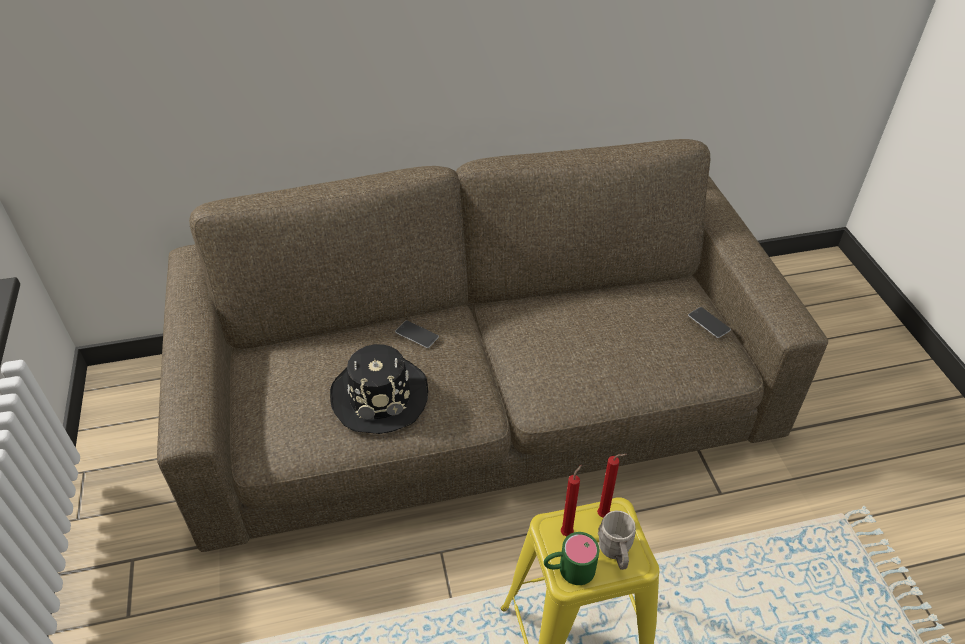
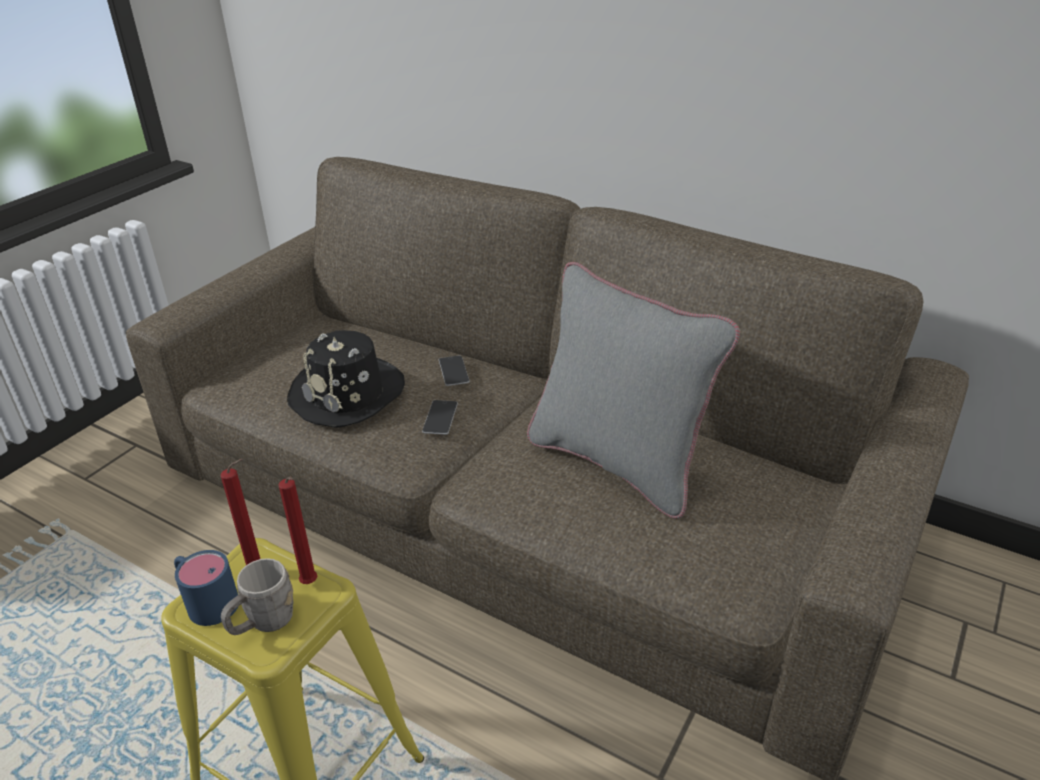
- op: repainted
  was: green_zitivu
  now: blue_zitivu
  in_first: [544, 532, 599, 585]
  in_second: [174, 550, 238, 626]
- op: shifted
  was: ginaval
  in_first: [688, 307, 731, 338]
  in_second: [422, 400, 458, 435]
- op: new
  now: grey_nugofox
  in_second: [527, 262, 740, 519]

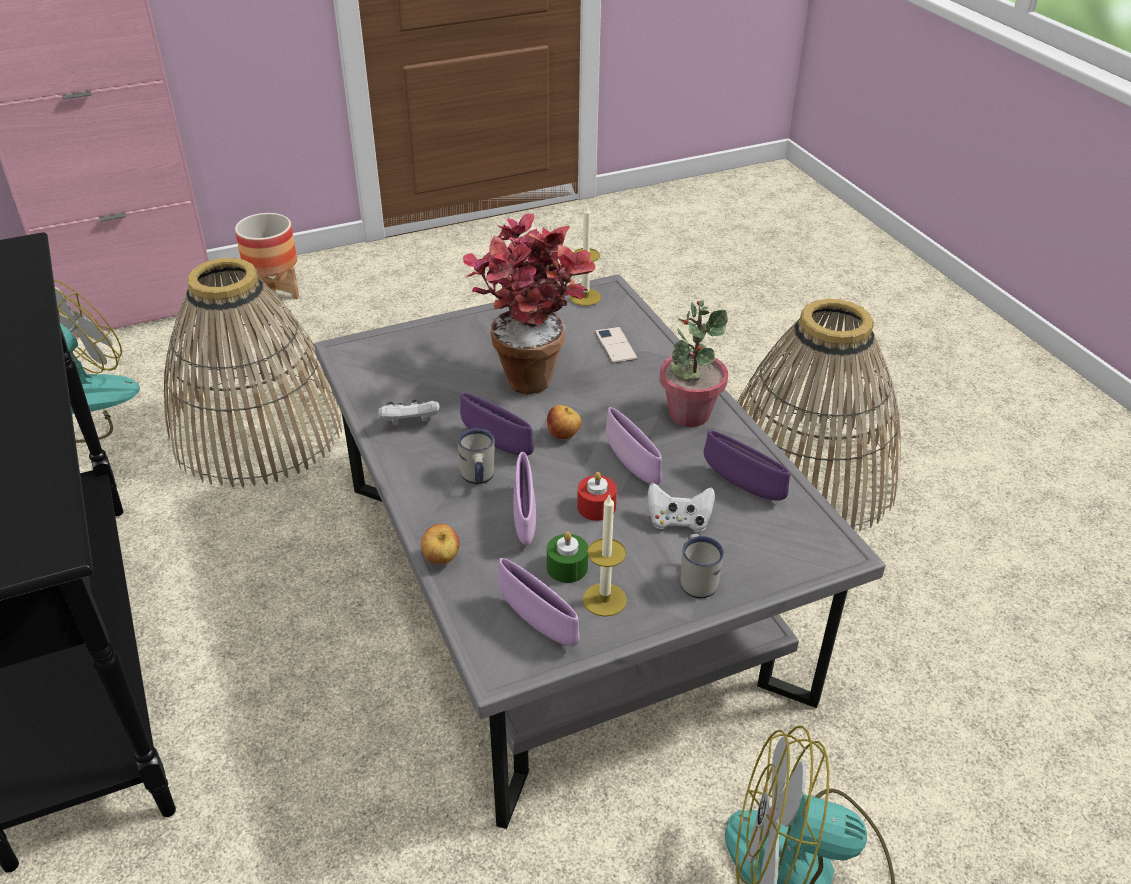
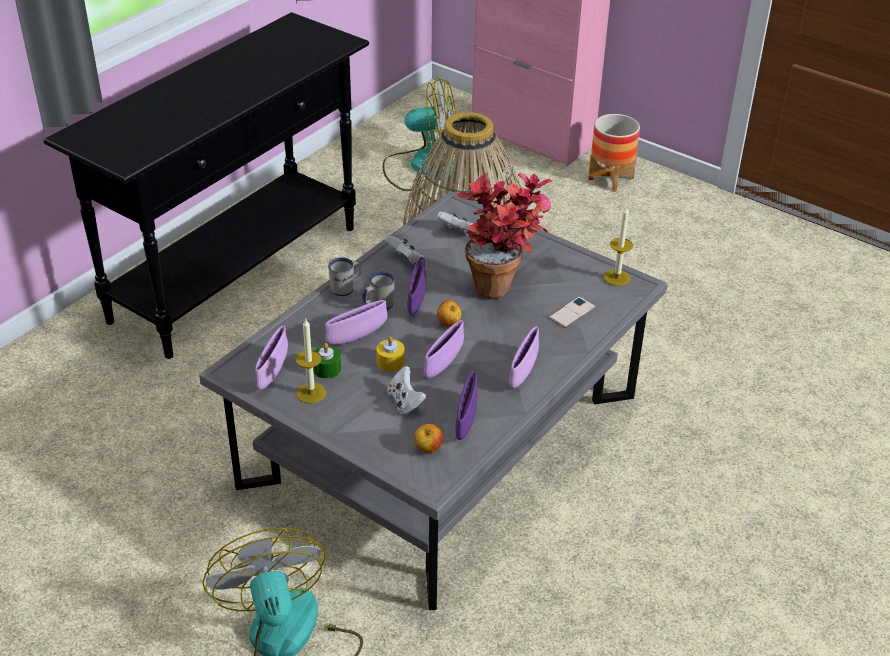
- op: shifted
  was: white_zitivu
  in_first: [681, 533, 724, 598]
  in_second: [328, 257, 361, 296]
- op: repainted
  was: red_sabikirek
  now: yellow_sabikirek
  in_first: [577, 472, 617, 521]
  in_second: [376, 336, 405, 372]
- op: shifted
  was: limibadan
  in_first: [421, 524, 460, 564]
  in_second: [414, 424, 443, 453]
- op: new
  now: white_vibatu
  in_second: [436, 211, 474, 236]
- op: swapped
  was: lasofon
  now: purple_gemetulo
  in_first: [659, 300, 728, 427]
  in_second: [509, 326, 539, 388]
- op: gone
  was: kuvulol
  in_first: [737, 298, 900, 532]

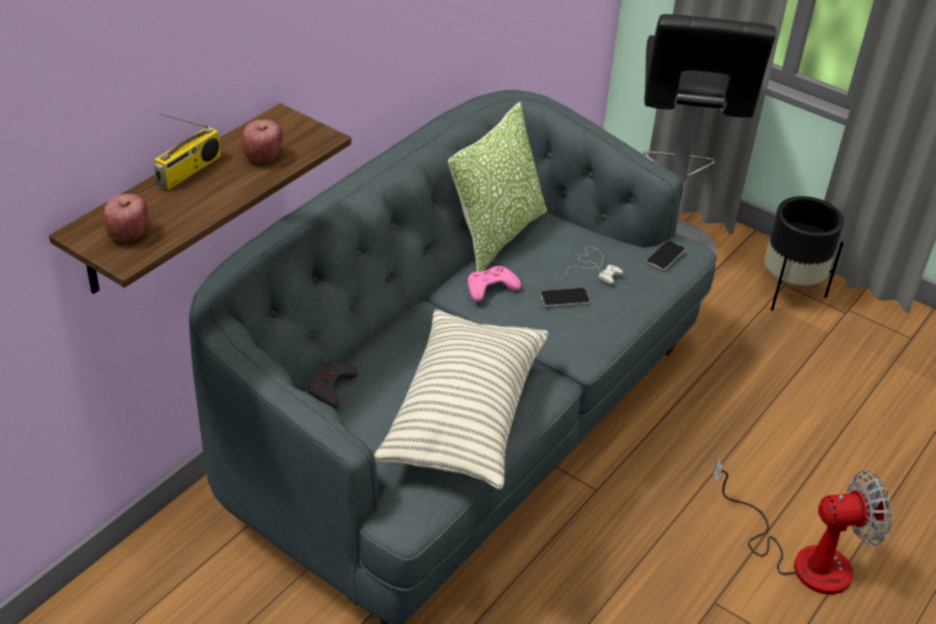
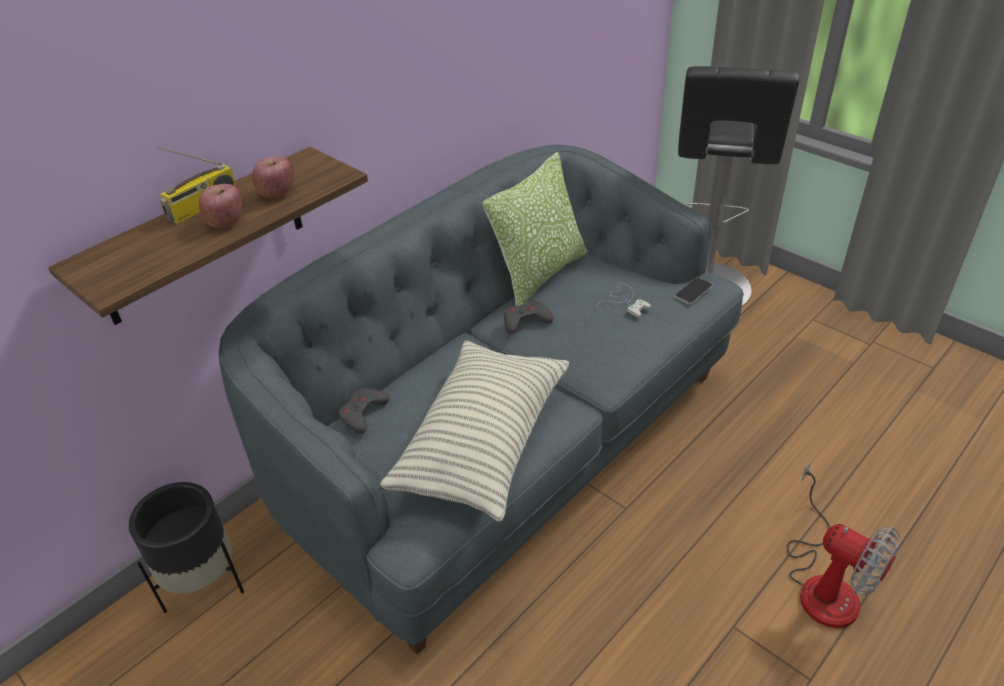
- op: shifted
  was: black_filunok
  in_first: [764, 196, 844, 311]
  in_second: [129, 482, 244, 613]
- op: shifted
  was: limibadan
  in_first: [102, 194, 148, 242]
  in_second: [199, 184, 243, 228]
- op: repainted
  was: pink_vibatu
  now: grey_vibatu
  in_first: [468, 266, 521, 302]
  in_second: [504, 301, 554, 333]
- op: rotated
  was: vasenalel
  in_first: [714, 458, 892, 595]
  in_second: [787, 460, 901, 628]
  clockwise: 45
- op: gone
  was: ginaval
  in_first: [540, 288, 590, 306]

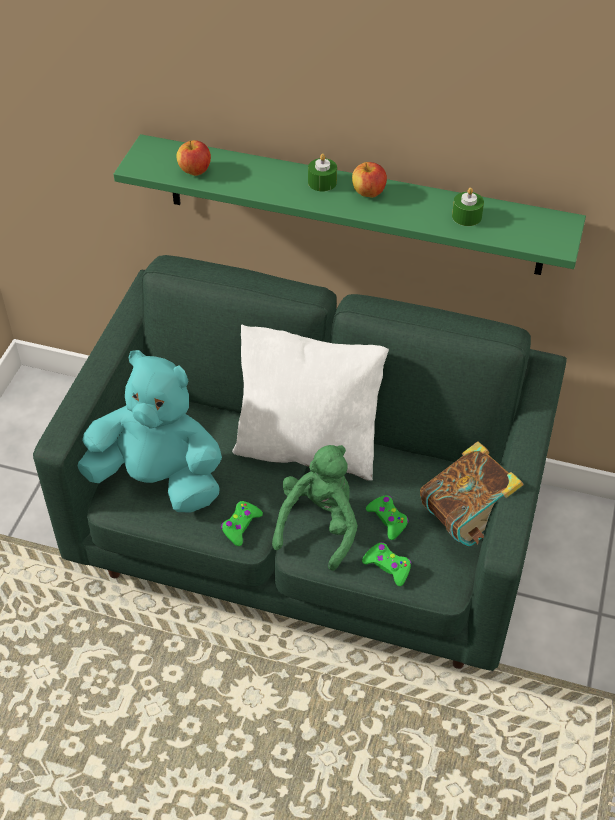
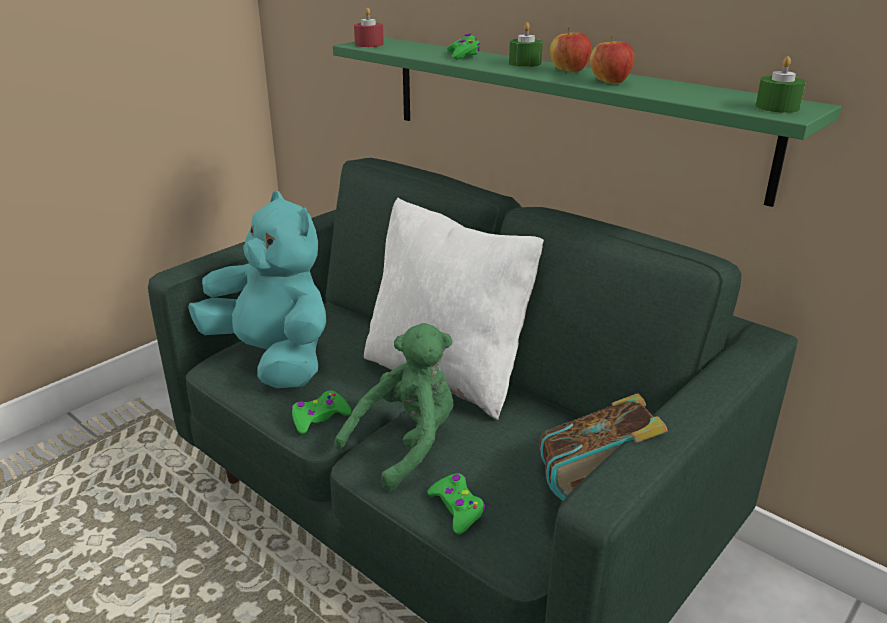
- op: new
  now: red_sabikirek
  in_second: [354, 8, 384, 47]
- op: shifted
  was: green_vibatu
  in_first: [366, 495, 409, 540]
  in_second: [447, 33, 480, 60]
- op: shifted
  was: limibadan
  in_first: [176, 140, 211, 176]
  in_second: [590, 36, 635, 84]
- op: shifted
  was: green_sabikirek
  in_first: [452, 188, 484, 226]
  in_second: [755, 56, 806, 113]

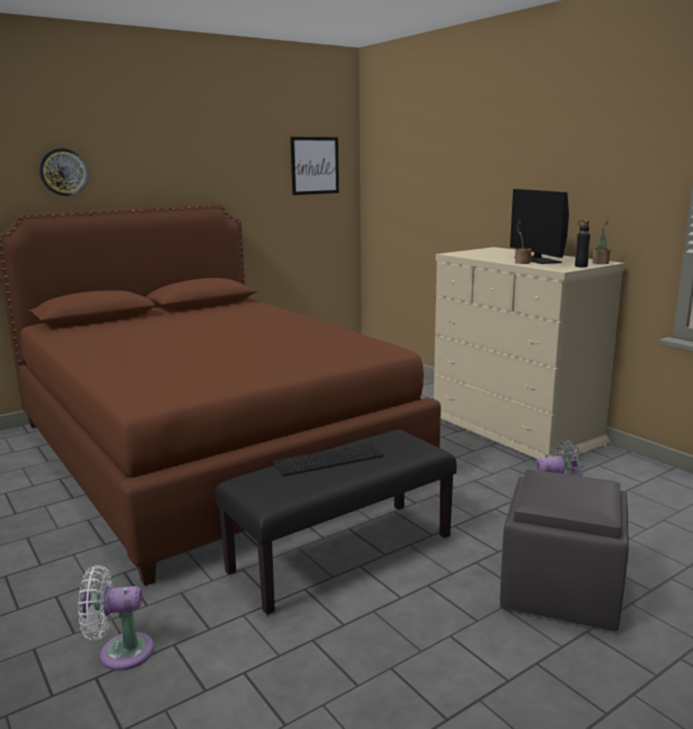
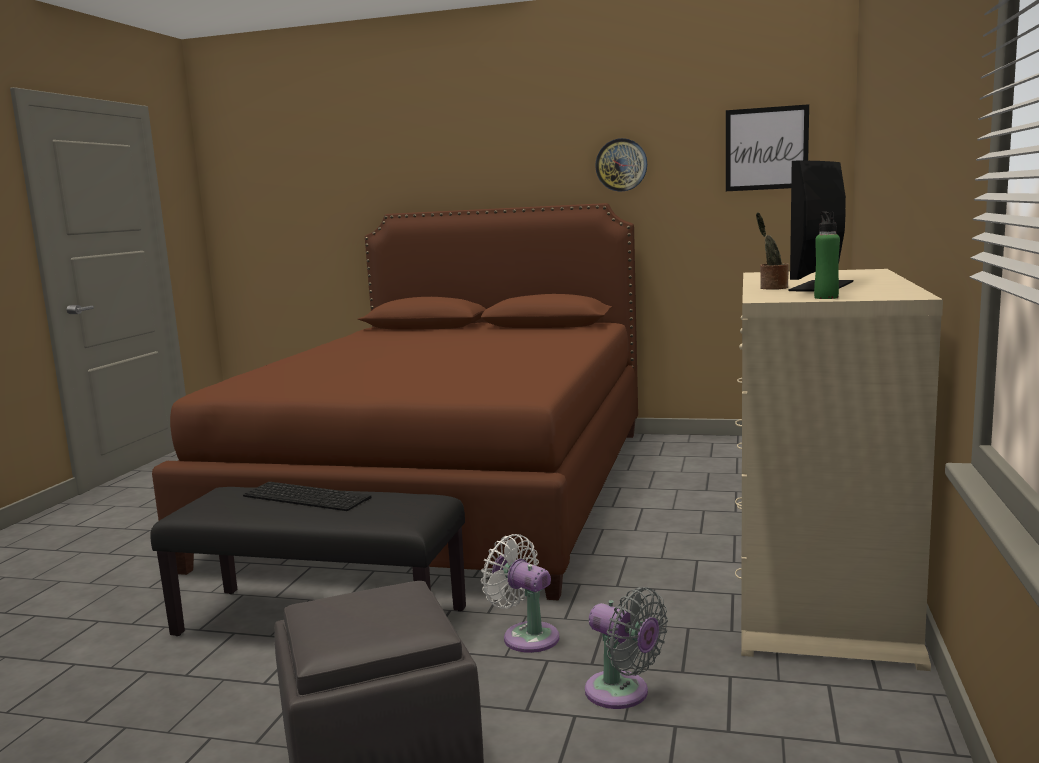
- op: shifted
  was: white_vasenalel
  in_first: [78, 565, 154, 671]
  in_second: [481, 534, 559, 653]
- op: shifted
  was: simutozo
  in_first: [39, 148, 88, 196]
  in_second: [595, 138, 647, 192]
- op: repainted
  was: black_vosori
  now: green_vosori
  in_first: [575, 220, 590, 267]
  in_second: [814, 211, 840, 299]
- op: gone
  was: lasofon
  in_first: [592, 219, 611, 264]

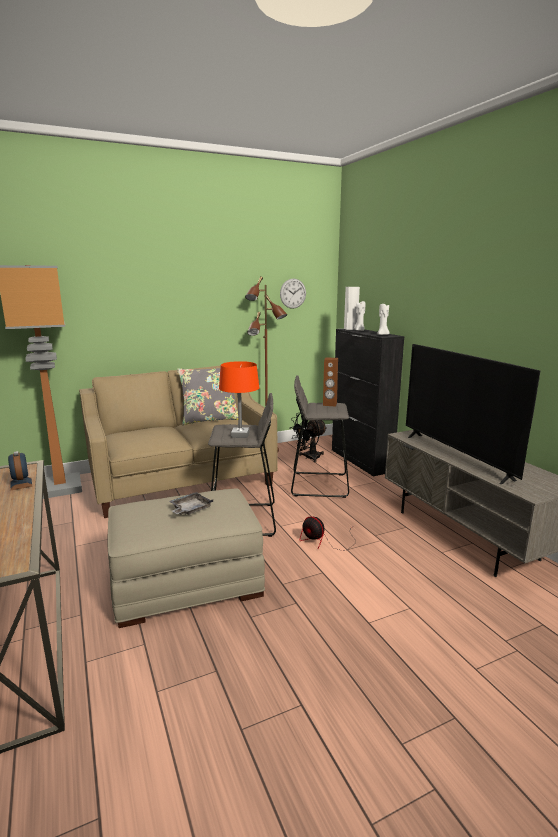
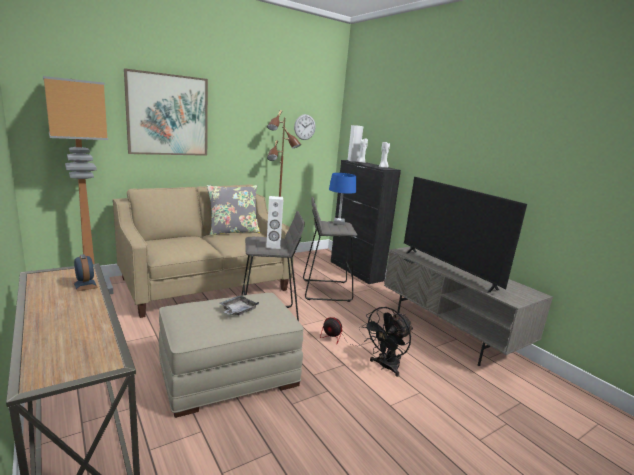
- op: new
  now: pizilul
  in_second: [124, 68, 208, 156]
- op: swapped
  was: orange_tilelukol
  now: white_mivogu
  in_first: [219, 361, 259, 438]
  in_second: [266, 196, 283, 249]
- op: swapped
  was: brown_mivogu
  now: blue_tilelukol
  in_first: [323, 357, 338, 406]
  in_second: [329, 173, 356, 225]
- op: shifted
  was: black_vasenalel
  in_first: [289, 413, 327, 463]
  in_second: [362, 307, 413, 377]

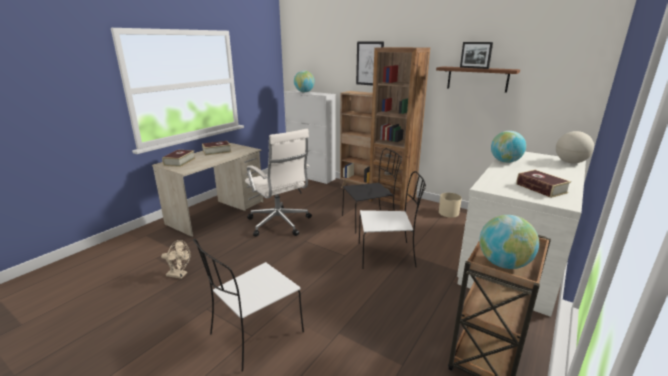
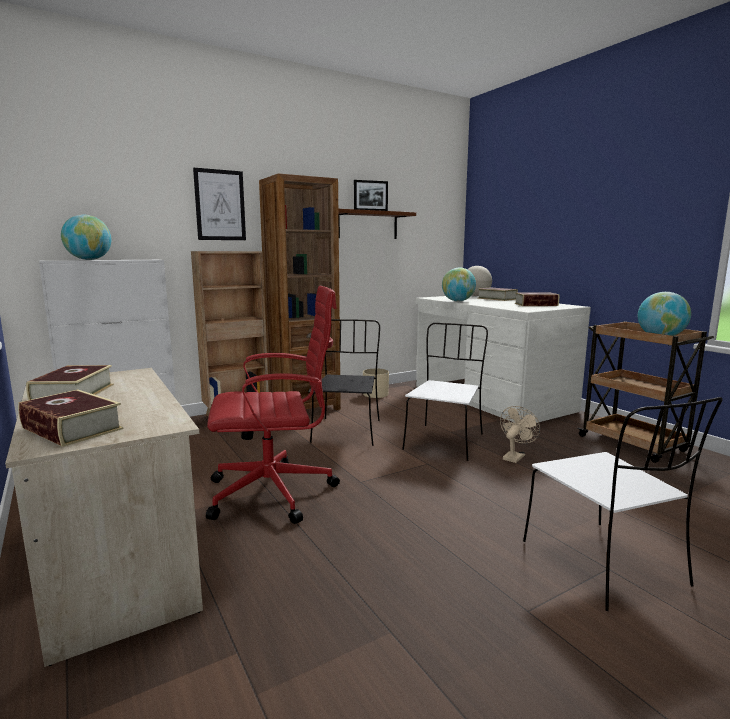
- op: repainted
  was: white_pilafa
  now: red_pilafa
  in_first: [245, 129, 312, 237]
  in_second: [206, 286, 340, 524]
- op: new
  now: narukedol
  in_second: [477, 287, 518, 301]
- op: shifted
  was: beige_vasenalel
  in_first: [161, 240, 190, 279]
  in_second: [500, 406, 540, 463]

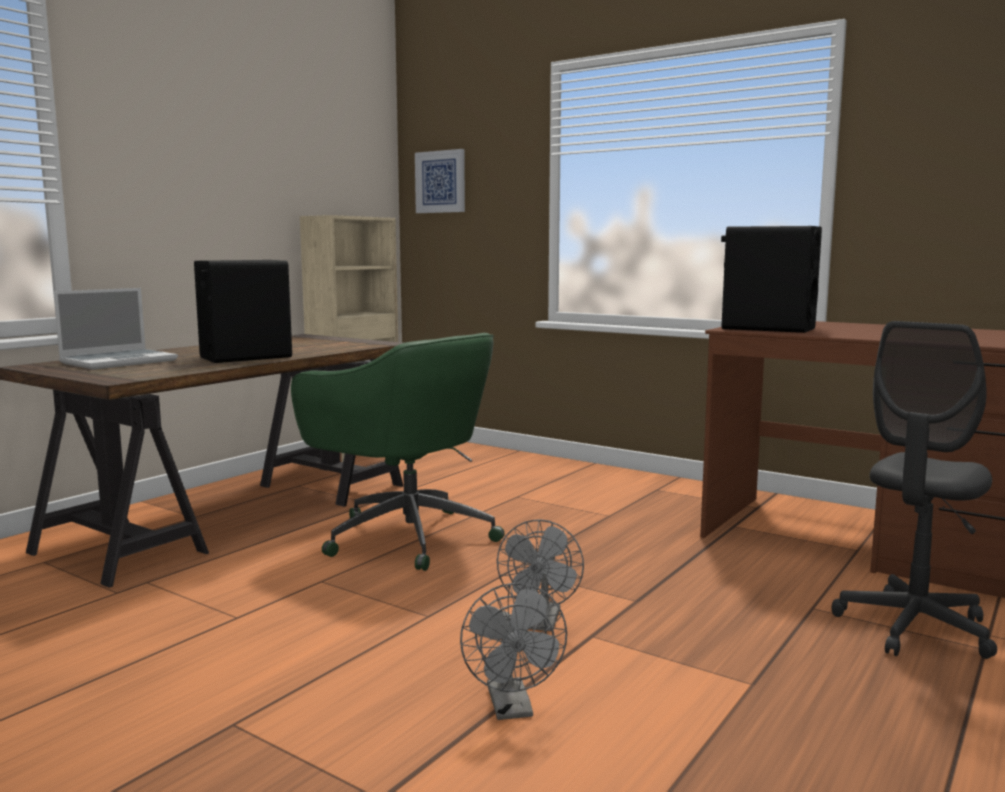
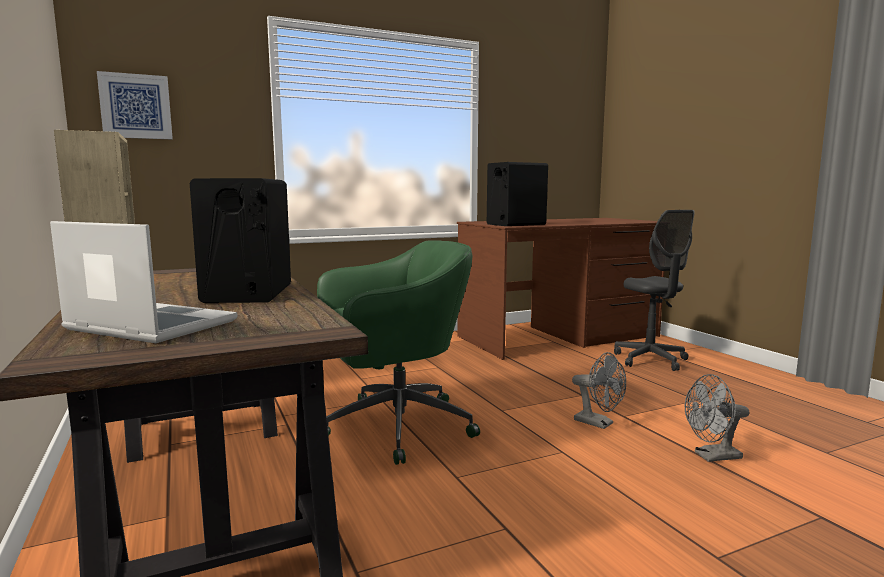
- op: rotated
  was: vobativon
  in_first: [53, 288, 178, 370]
  in_second: [50, 221, 238, 343]
  clockwise: -45
- op: rotated
  was: grey_vasenalel
  in_first: [460, 583, 567, 720]
  in_second: [685, 374, 749, 462]
  clockwise: 150

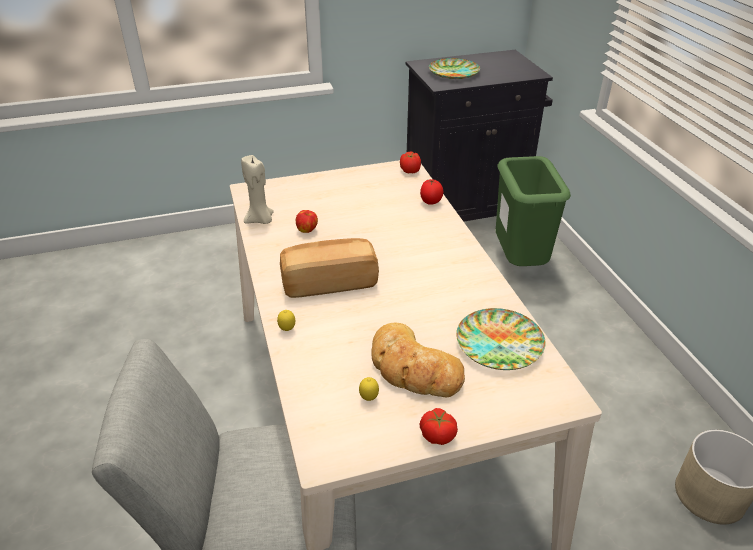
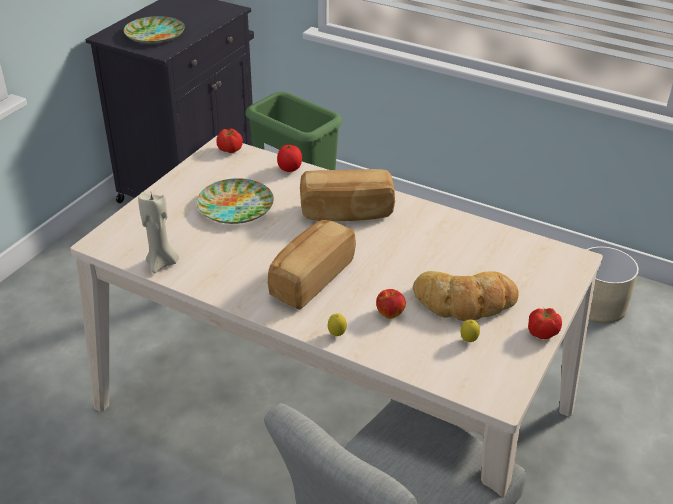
- op: shifted
  was: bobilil
  in_first: [456, 308, 546, 370]
  in_second: [197, 178, 274, 224]
- op: new
  now: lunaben
  in_second: [300, 169, 395, 221]
- op: shifted
  was: limibadan
  in_first: [296, 210, 318, 233]
  in_second: [376, 289, 406, 319]

